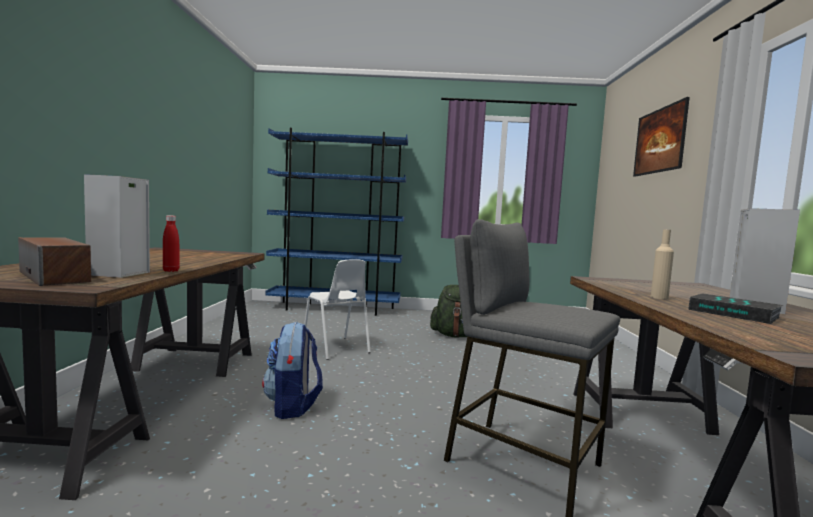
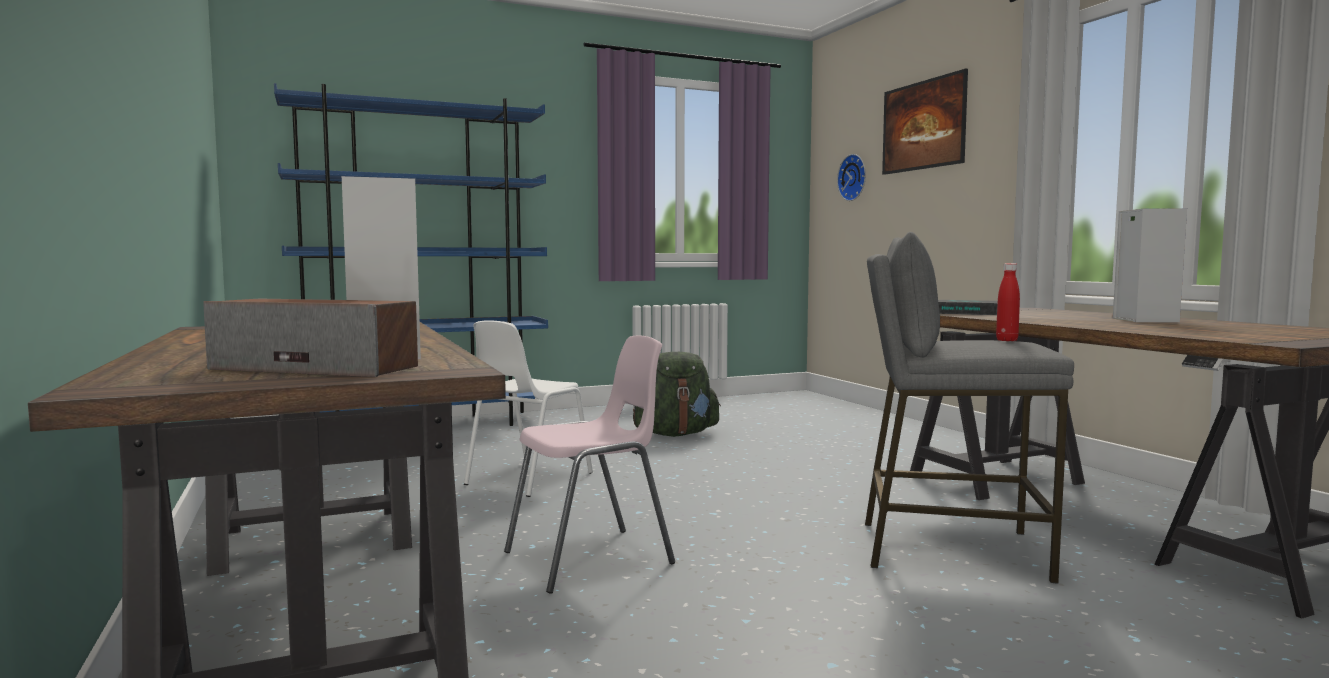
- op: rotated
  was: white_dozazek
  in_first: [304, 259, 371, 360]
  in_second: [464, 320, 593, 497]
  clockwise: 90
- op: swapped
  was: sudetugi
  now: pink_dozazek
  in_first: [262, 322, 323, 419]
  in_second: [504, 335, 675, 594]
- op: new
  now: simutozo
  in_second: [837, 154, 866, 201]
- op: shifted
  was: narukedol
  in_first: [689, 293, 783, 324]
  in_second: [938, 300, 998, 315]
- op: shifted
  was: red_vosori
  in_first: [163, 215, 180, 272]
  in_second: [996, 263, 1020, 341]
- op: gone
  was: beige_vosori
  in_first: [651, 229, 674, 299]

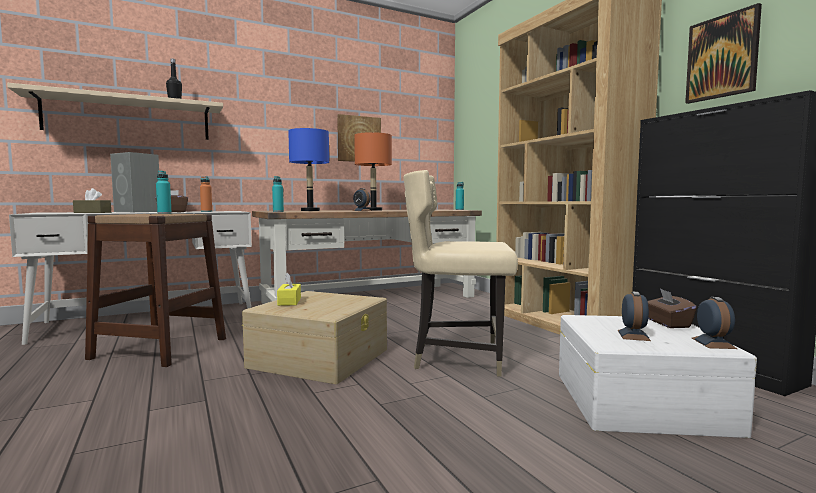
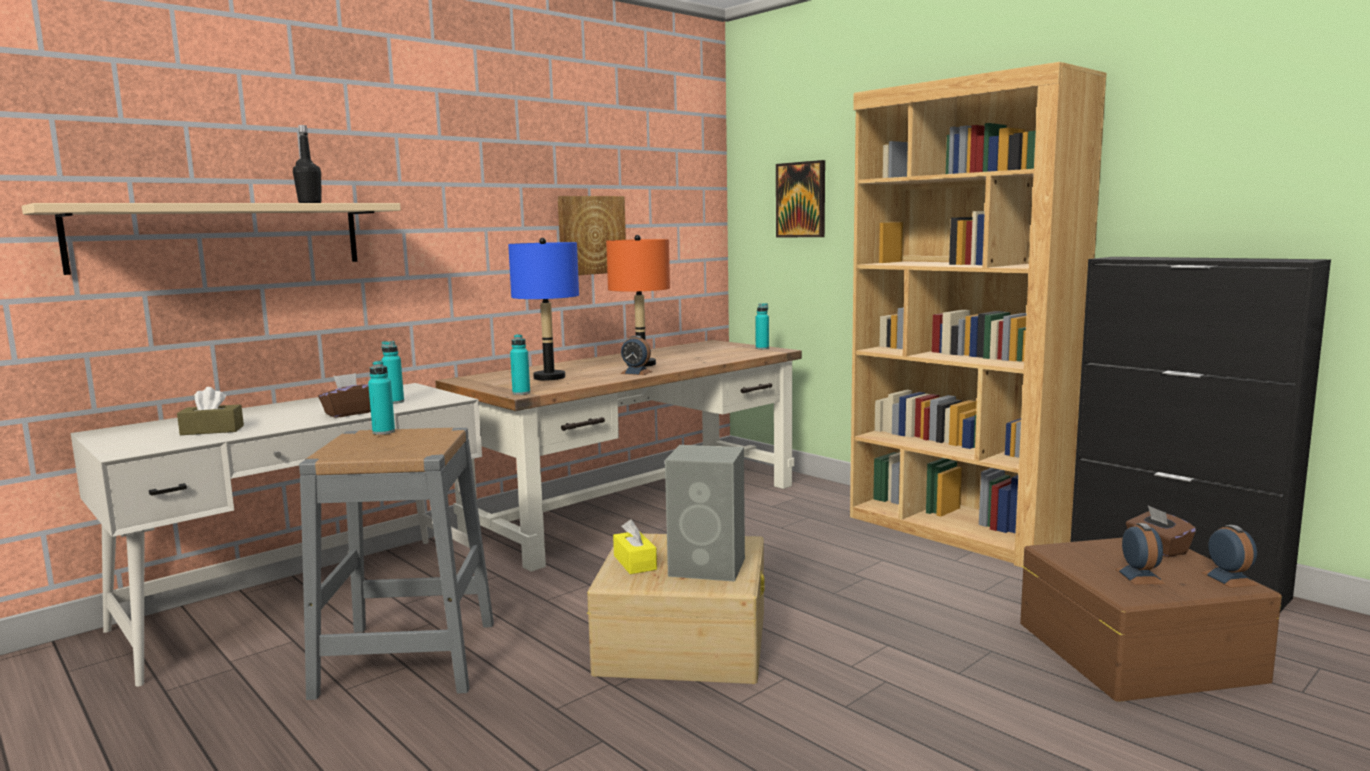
- op: repainted
  was: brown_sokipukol
  now: grey_sokipukol
  in_first: [85, 214, 226, 367]
  in_second: [299, 428, 494, 700]
- op: repainted
  was: orange_vosori
  now: turquoise_vosori
  in_first: [200, 176, 212, 212]
  in_second: [381, 341, 404, 404]
- op: shifted
  was: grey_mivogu
  in_first: [110, 152, 159, 212]
  in_second: [665, 445, 745, 582]
- op: shifted
  was: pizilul
  in_first: [685, 3, 762, 104]
  in_second: [776, 160, 825, 237]
- op: repainted
  was: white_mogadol
  now: brown_mogadol
  in_first: [559, 315, 757, 438]
  in_second: [1020, 538, 1282, 702]
- op: gone
  was: beige_dozazek
  in_first: [403, 170, 518, 377]

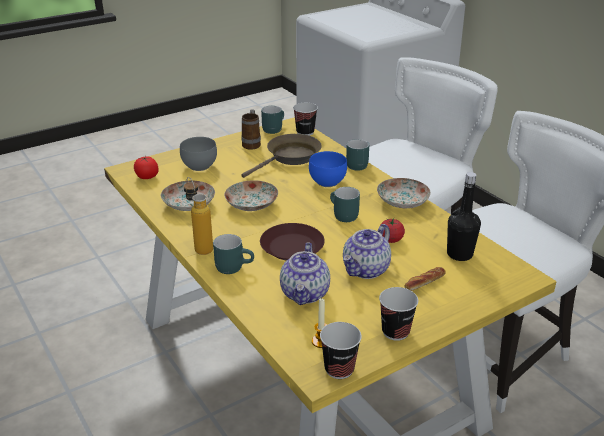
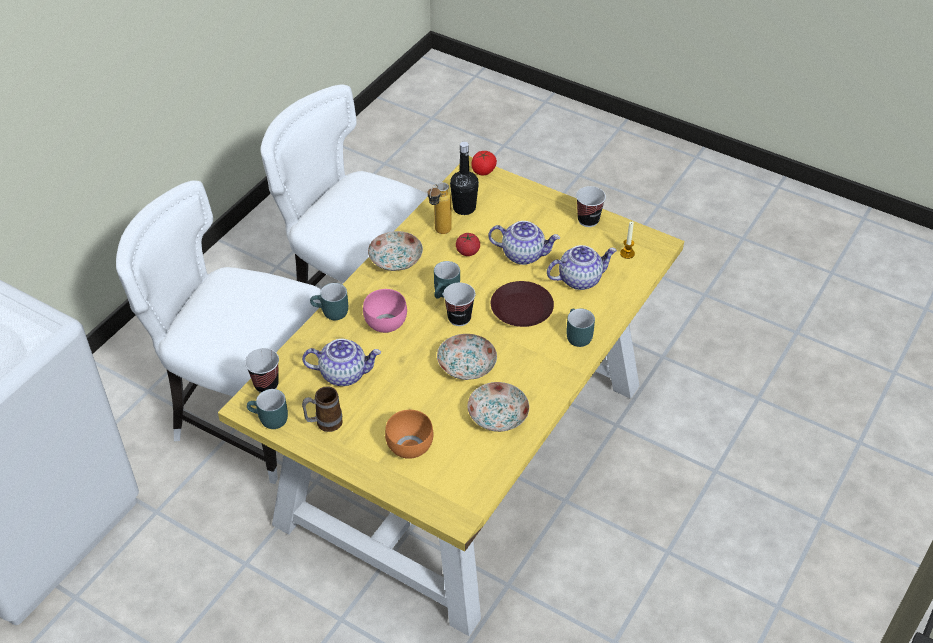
- op: swapped
  was: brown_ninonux
  now: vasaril
  in_first: [241, 134, 322, 178]
  in_second: [302, 339, 381, 386]
- op: repainted
  was: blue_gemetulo
  now: pink_gemetulo
  in_first: [309, 151, 347, 187]
  in_second: [363, 289, 407, 333]
- op: repainted
  was: grey_gemetulo
  now: orange_gemetulo
  in_first: [180, 137, 217, 171]
  in_second: [385, 410, 433, 459]
- op: shifted
  was: vosori
  in_first: [184, 177, 213, 255]
  in_second: [428, 182, 452, 234]
- op: shifted
  was: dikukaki
  in_first: [320, 322, 362, 379]
  in_second: [443, 283, 475, 326]
- op: shifted
  was: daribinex
  in_first: [134, 156, 159, 179]
  in_second: [471, 151, 497, 175]
- op: gone
  was: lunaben
  in_first: [404, 267, 445, 291]

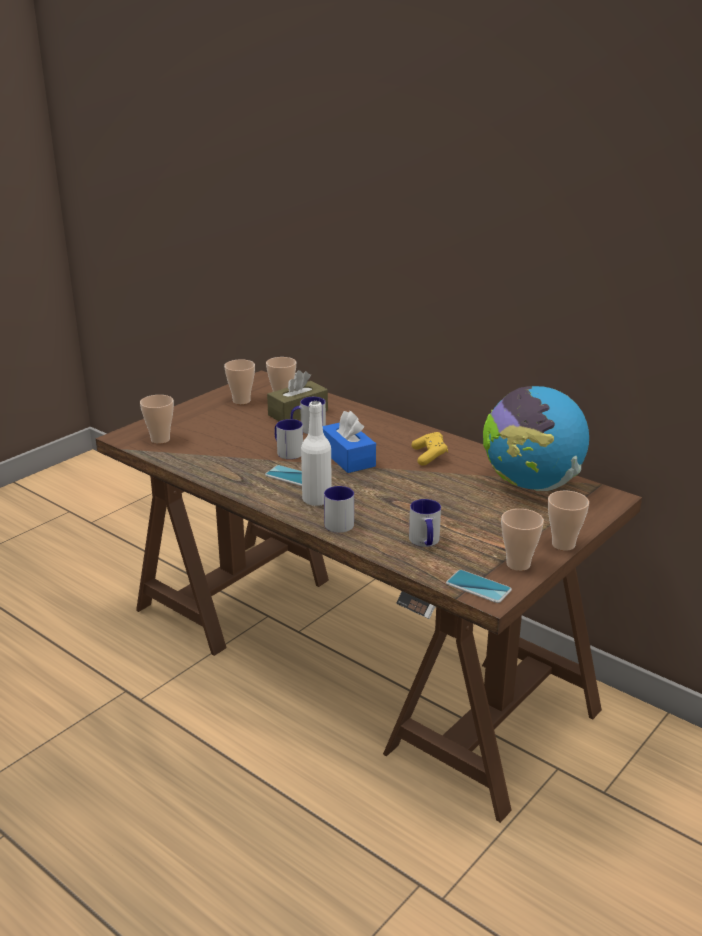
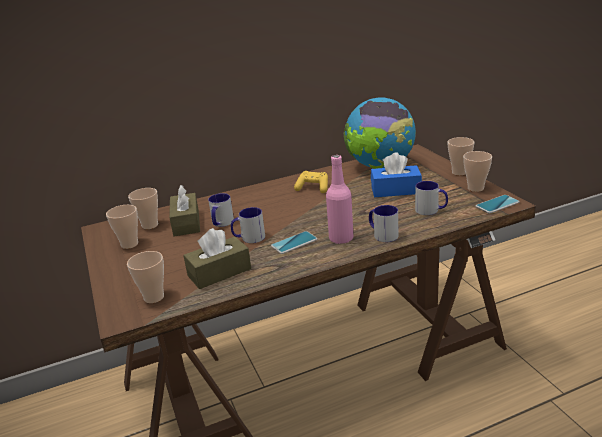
- op: new
  now: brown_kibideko
  in_second: [183, 228, 251, 289]
- op: repainted
  was: white_vosori
  now: pink_vosori
  in_first: [301, 401, 332, 506]
  in_second: [326, 155, 354, 244]
- op: shifted
  was: blue_kibideko
  in_first: [323, 411, 376, 473]
  in_second: [371, 152, 422, 197]

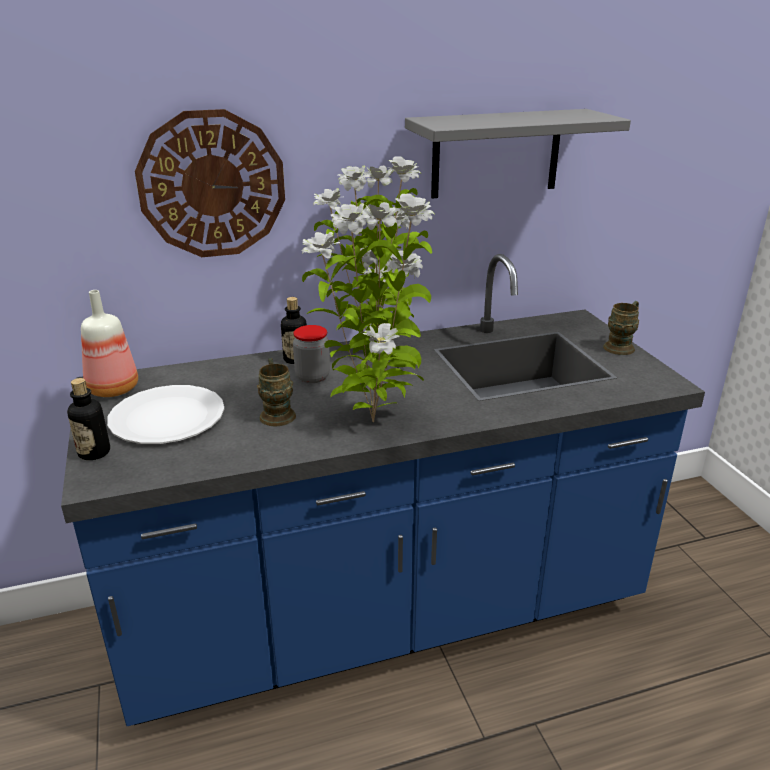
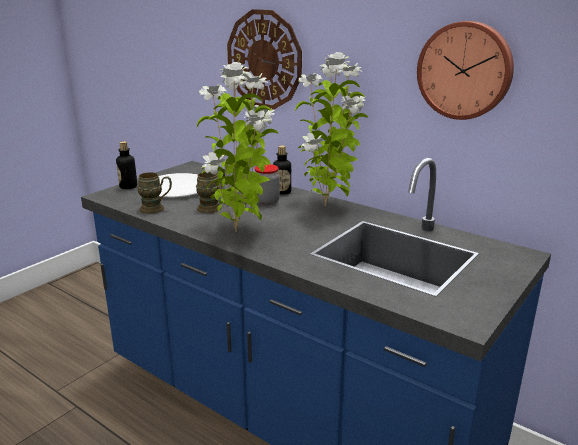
- op: shifted
  was: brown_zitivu
  in_first: [603, 301, 639, 355]
  in_second: [137, 172, 172, 214]
- op: swapped
  was: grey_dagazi
  now: simutozo
  in_first: [405, 109, 631, 198]
  in_second: [417, 21, 514, 120]
- op: gone
  was: vosori
  in_first: [81, 290, 138, 397]

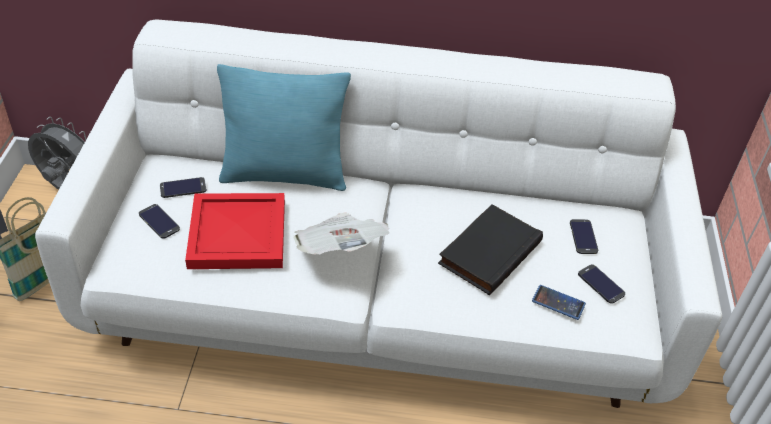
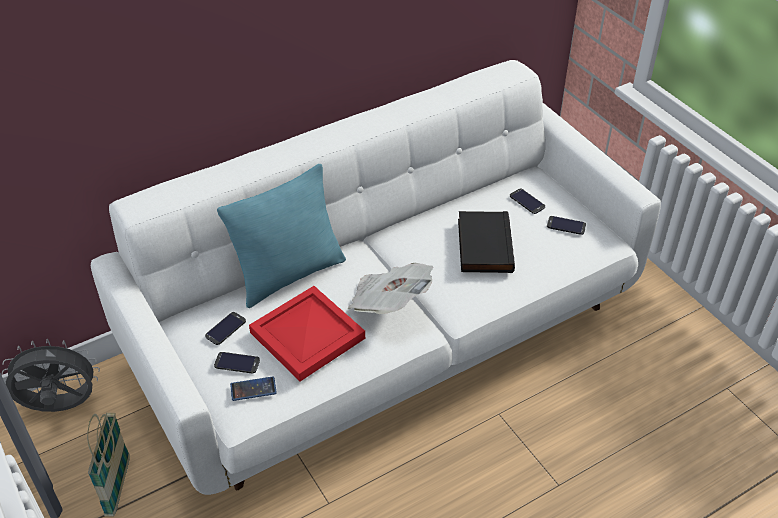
- op: shifted
  was: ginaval
  in_first: [532, 285, 586, 320]
  in_second: [230, 376, 277, 401]

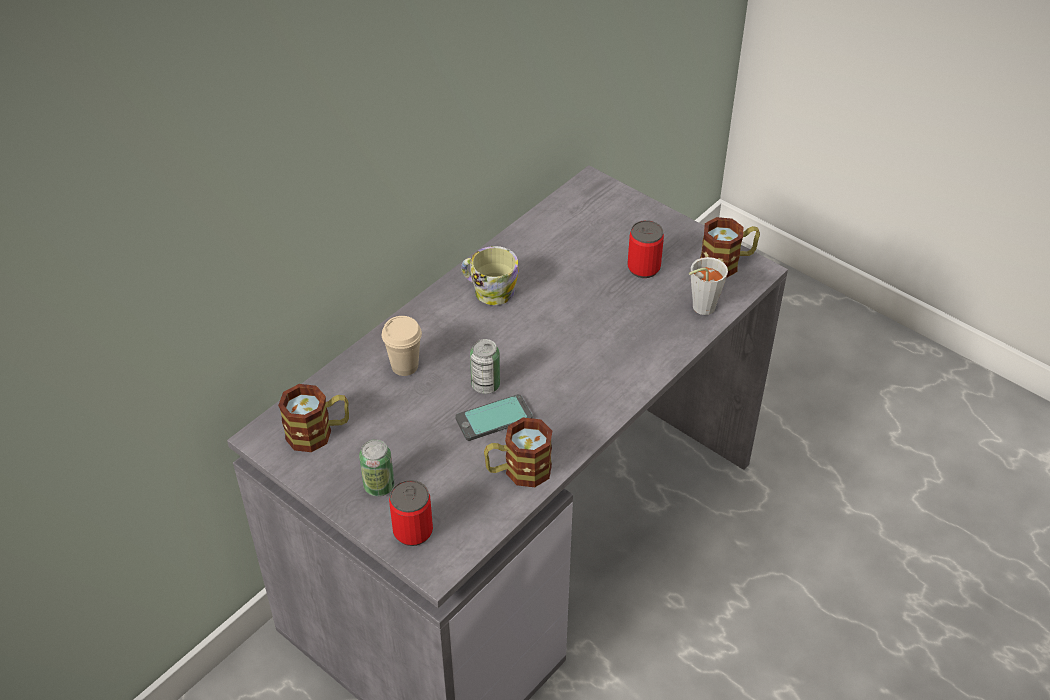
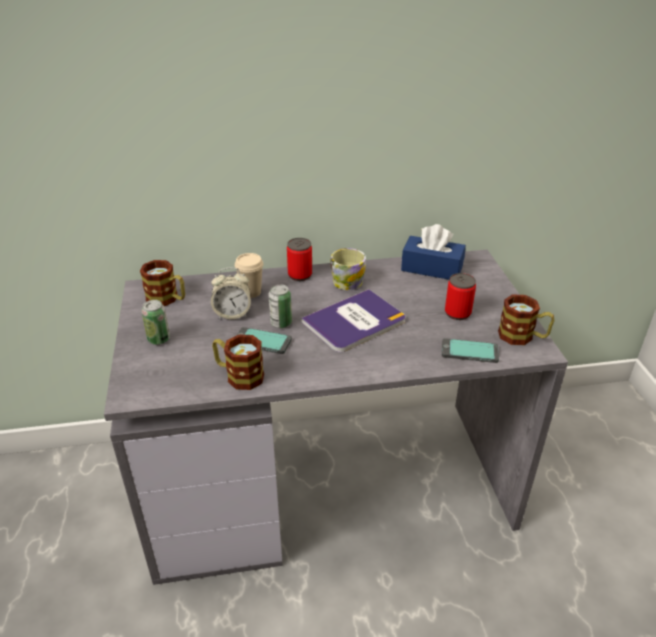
- op: new
  now: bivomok
  in_second: [211, 267, 251, 319]
- op: shifted
  was: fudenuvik
  in_first: [389, 480, 433, 546]
  in_second: [287, 238, 312, 281]
- op: new
  now: narukedol
  in_second: [301, 289, 405, 352]
- op: new
  now: blue_kibideko
  in_second: [401, 224, 466, 280]
- op: swapped
  was: grey_dikukaki
  now: ginaval
  in_first: [689, 257, 728, 315]
  in_second: [442, 338, 499, 363]

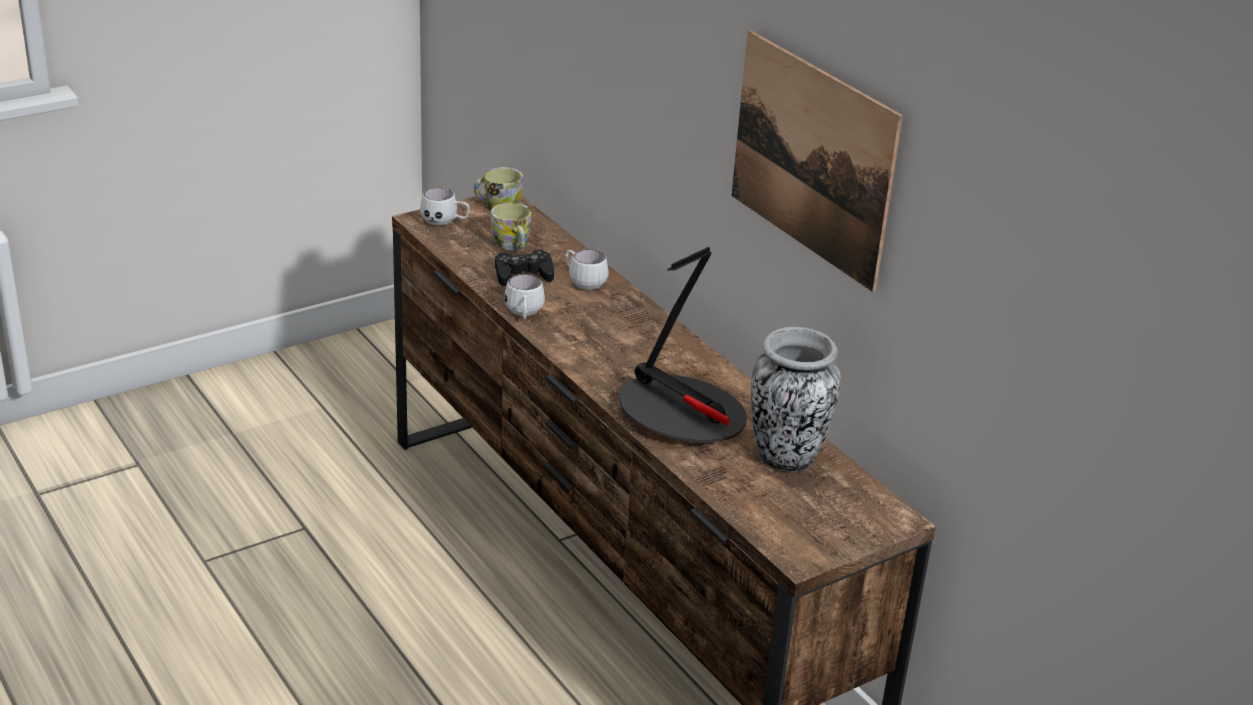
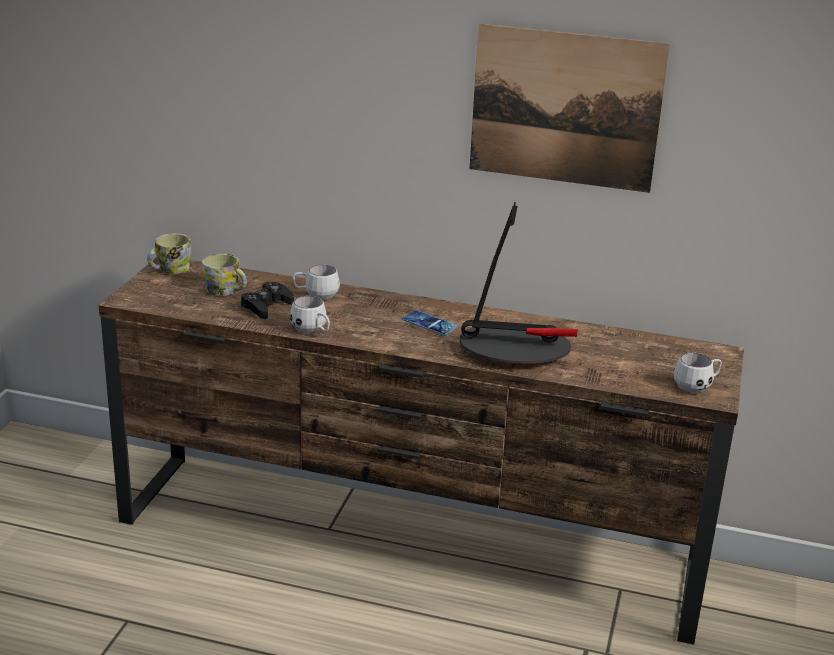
- op: new
  now: ginaval
  in_second: [402, 310, 458, 335]
- op: shifted
  was: white_zitivu
  in_first: [420, 187, 470, 225]
  in_second: [674, 353, 722, 393]
- op: gone
  was: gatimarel
  in_first: [751, 327, 841, 472]

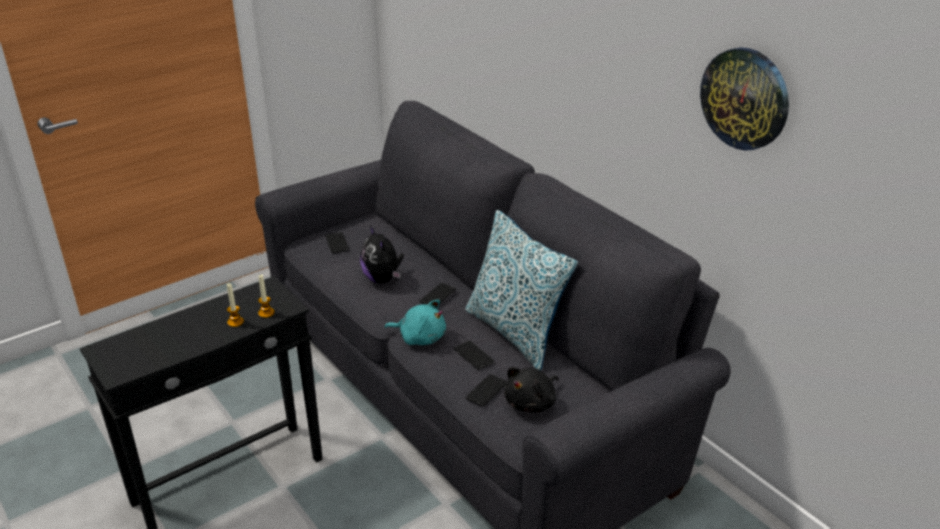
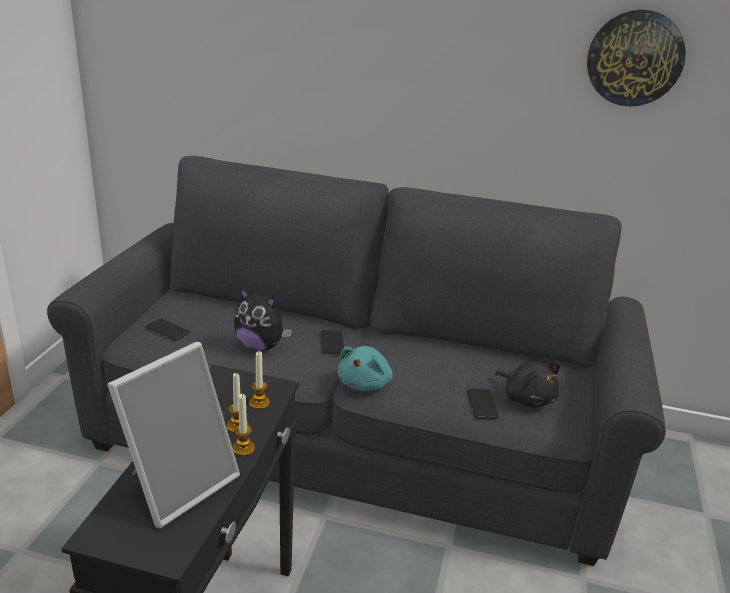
- op: new
  now: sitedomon
  in_second: [108, 342, 240, 528]
- op: new
  now: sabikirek
  in_second: [232, 394, 255, 456]
- op: rotated
  was: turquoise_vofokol
  in_first: [384, 300, 446, 345]
  in_second: [338, 346, 393, 391]
  clockwise: 135
- op: rotated
  was: black_vofokol
  in_first: [504, 367, 559, 412]
  in_second: [495, 361, 560, 407]
  clockwise: -45
- op: gone
  was: ginaval
  in_first: [454, 341, 494, 370]
- op: gone
  was: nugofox
  in_first: [465, 210, 578, 371]

